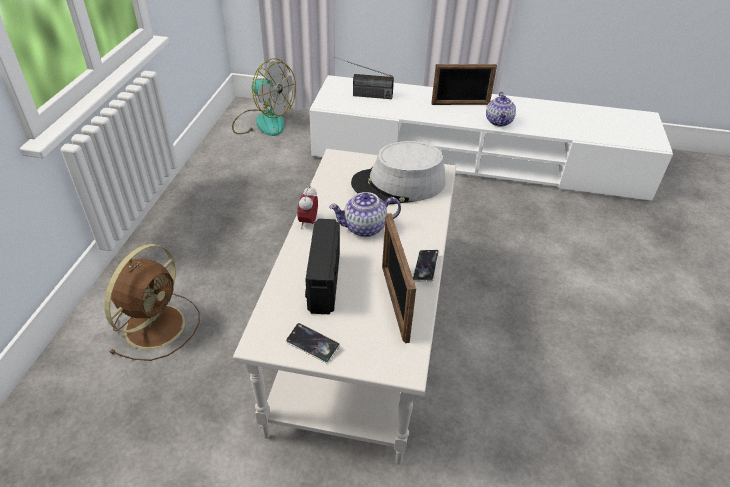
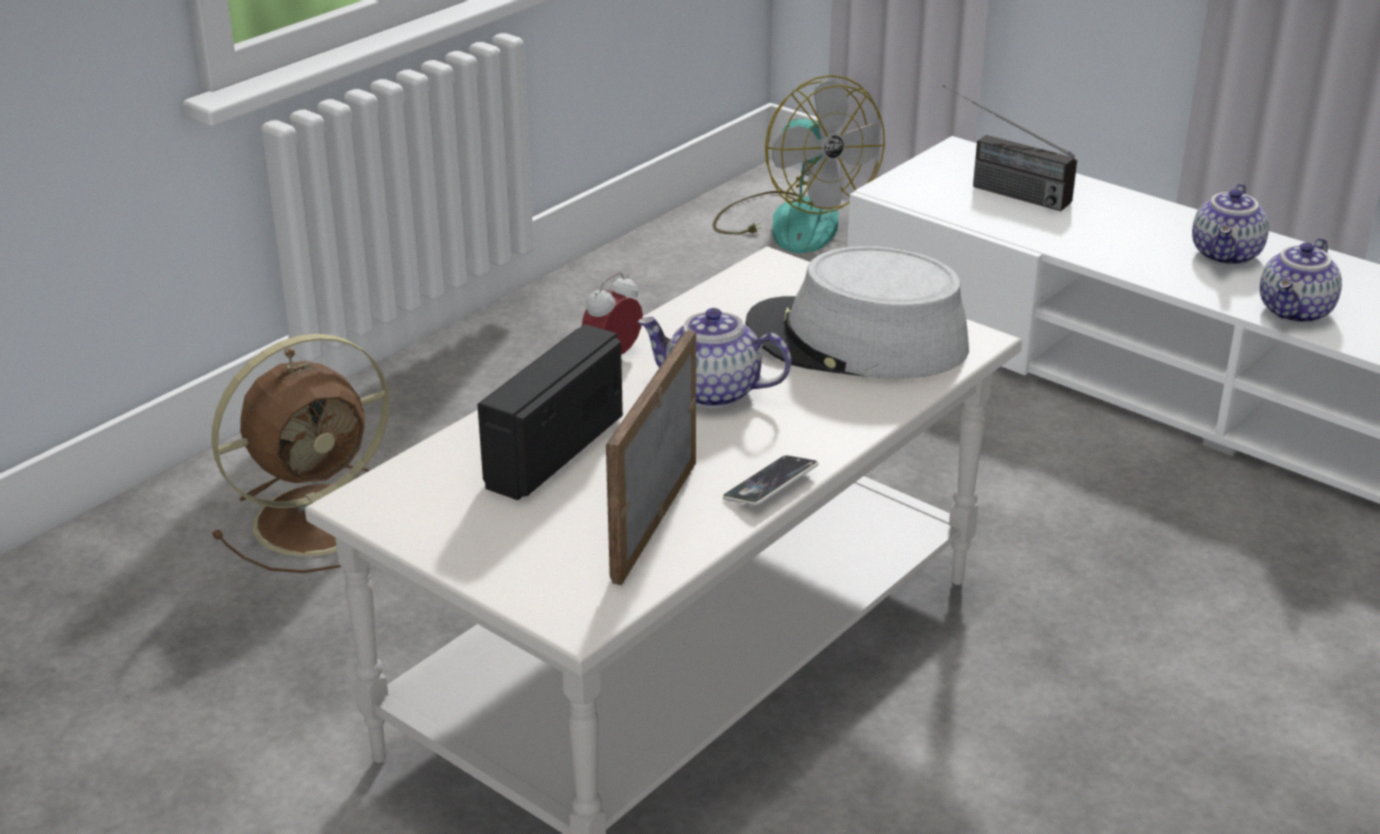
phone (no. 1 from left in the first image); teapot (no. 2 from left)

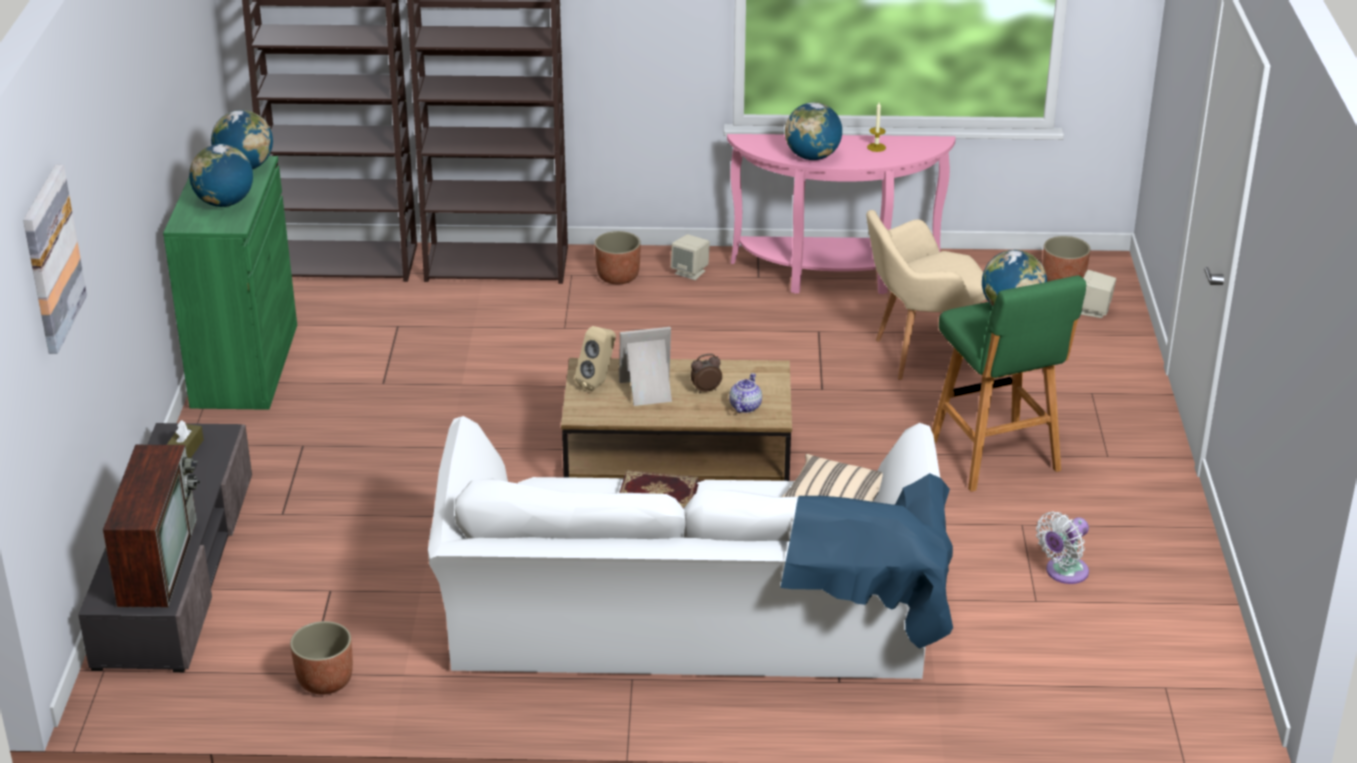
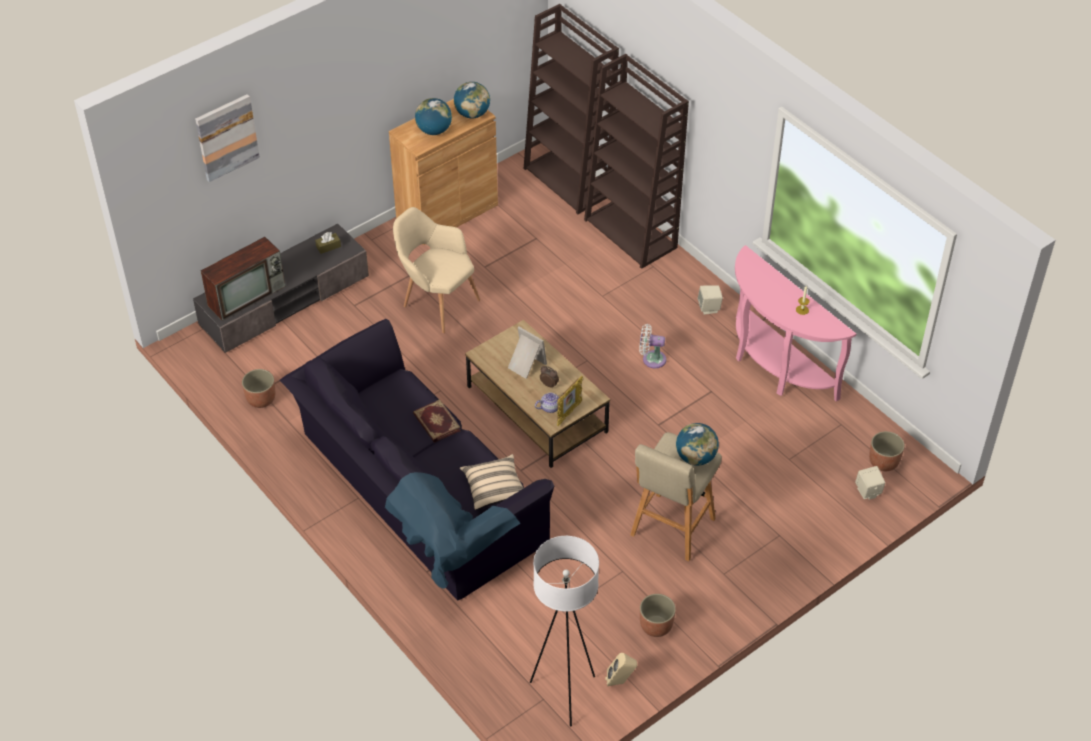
brown_cabinet; black_sofa; beige_speaker (no. 1 from left); planter (no. 2 from left); globe (no. 3 from left in the first image); beige_armchair; beige_stool; white_fan; white_floor_lamp; picture_frame (no. 2 from left)

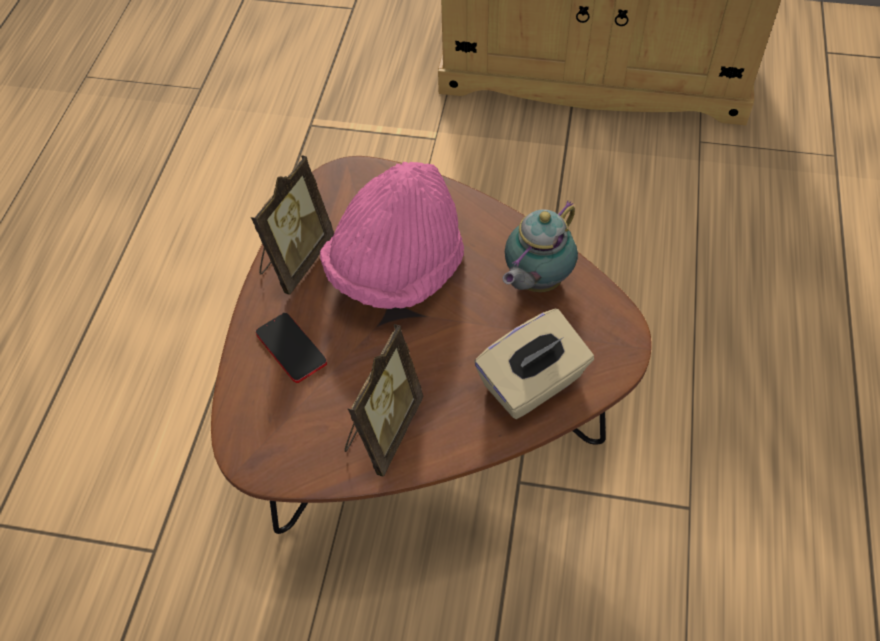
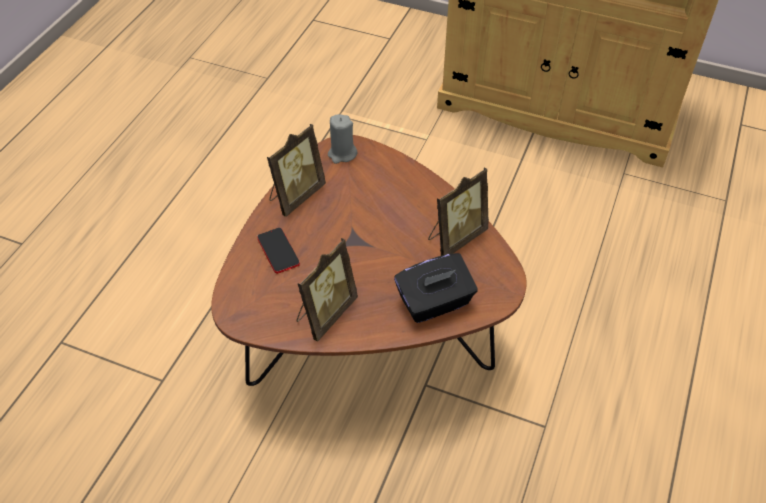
pink_hat; black_tissue_box; picture_frame (no. 3 from left); grey_candle

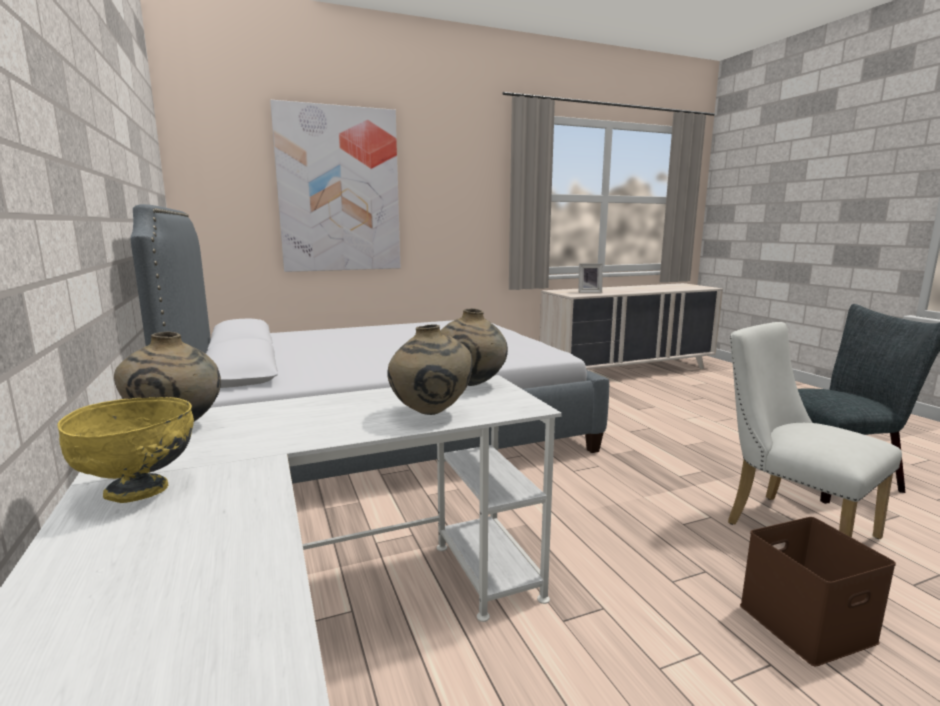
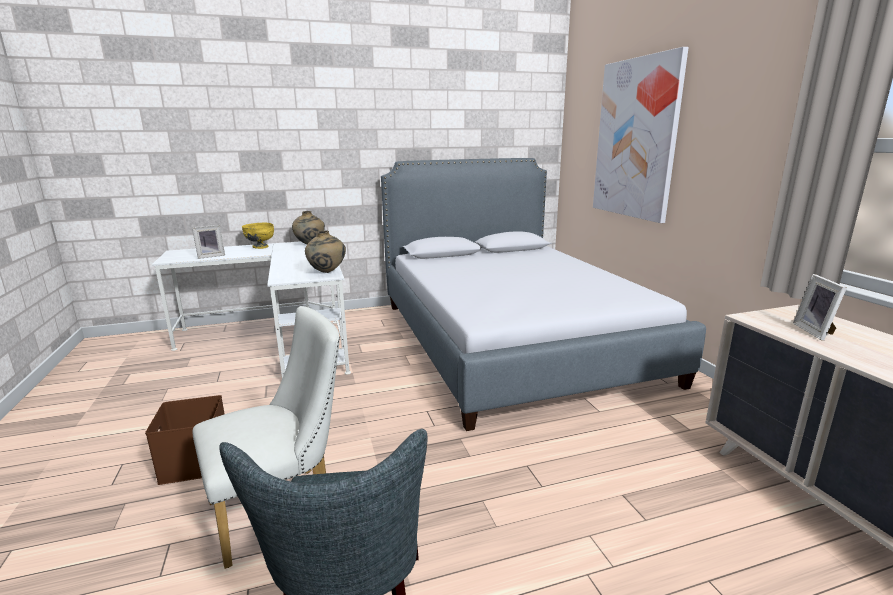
beige_vase (no. 2 from left in the first image); picture_frame (no. 1 from left)

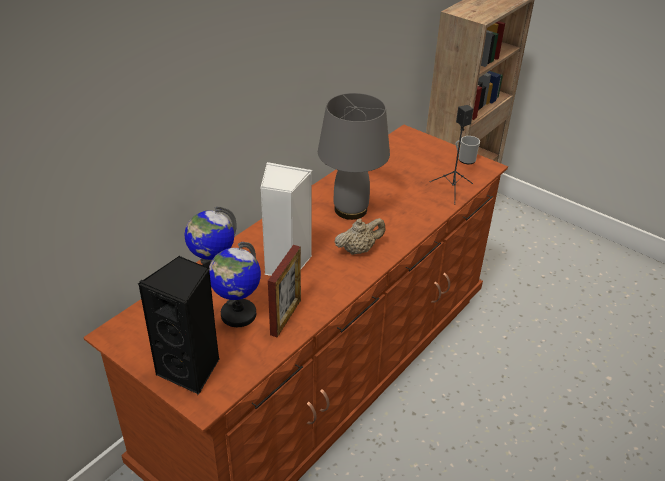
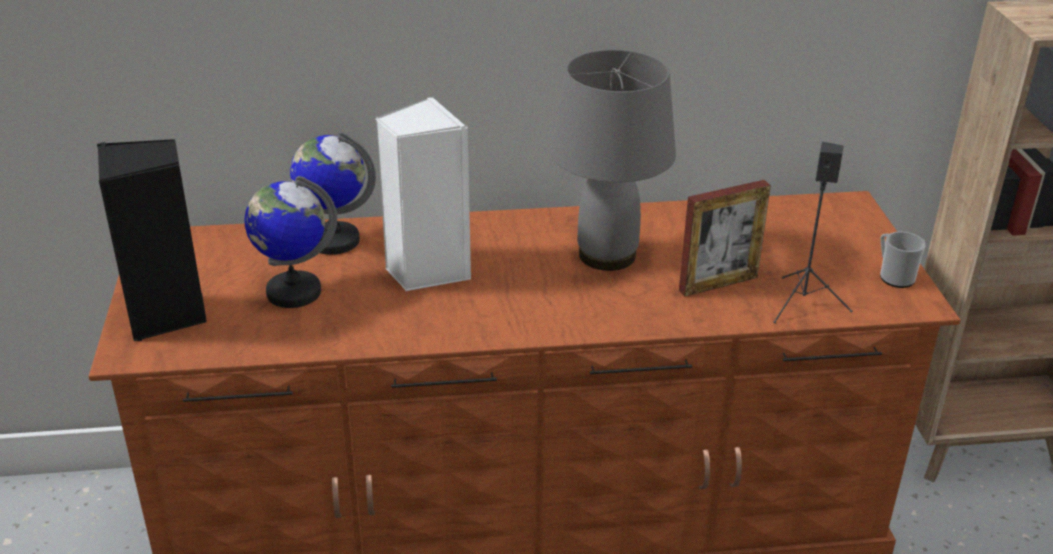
picture_frame; beige_teapot

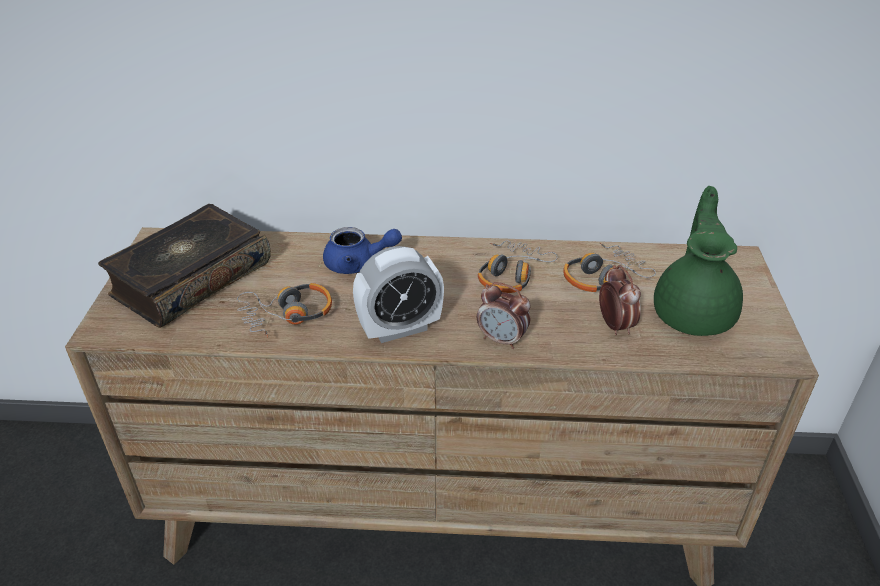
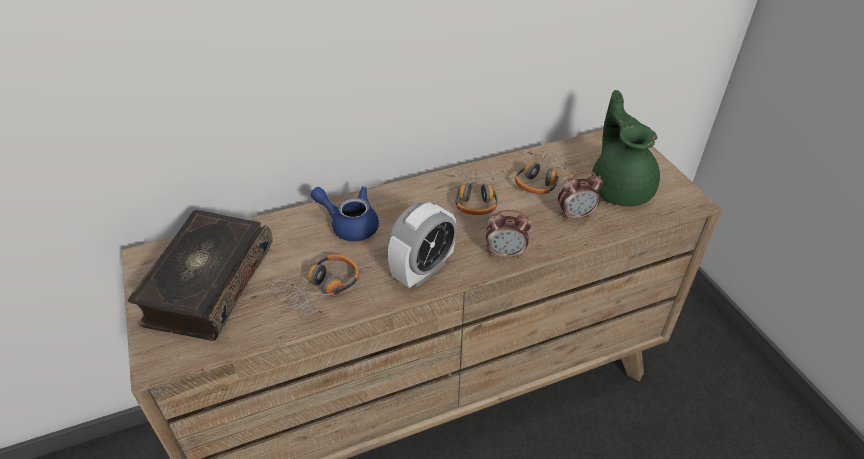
blue_teapot; alarm_clock (no. 3 from left)

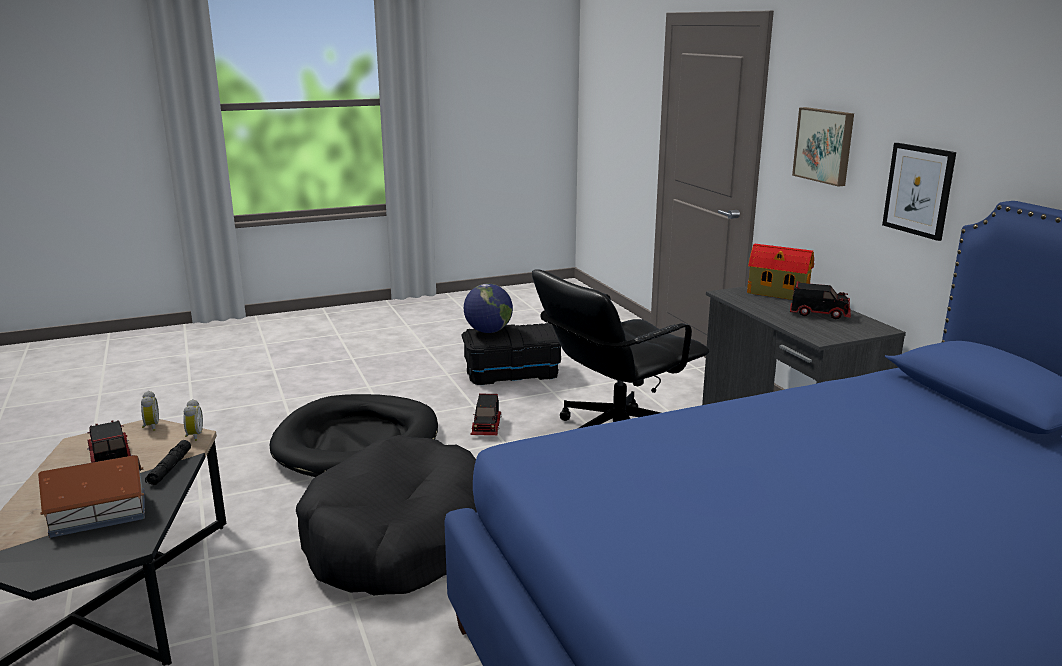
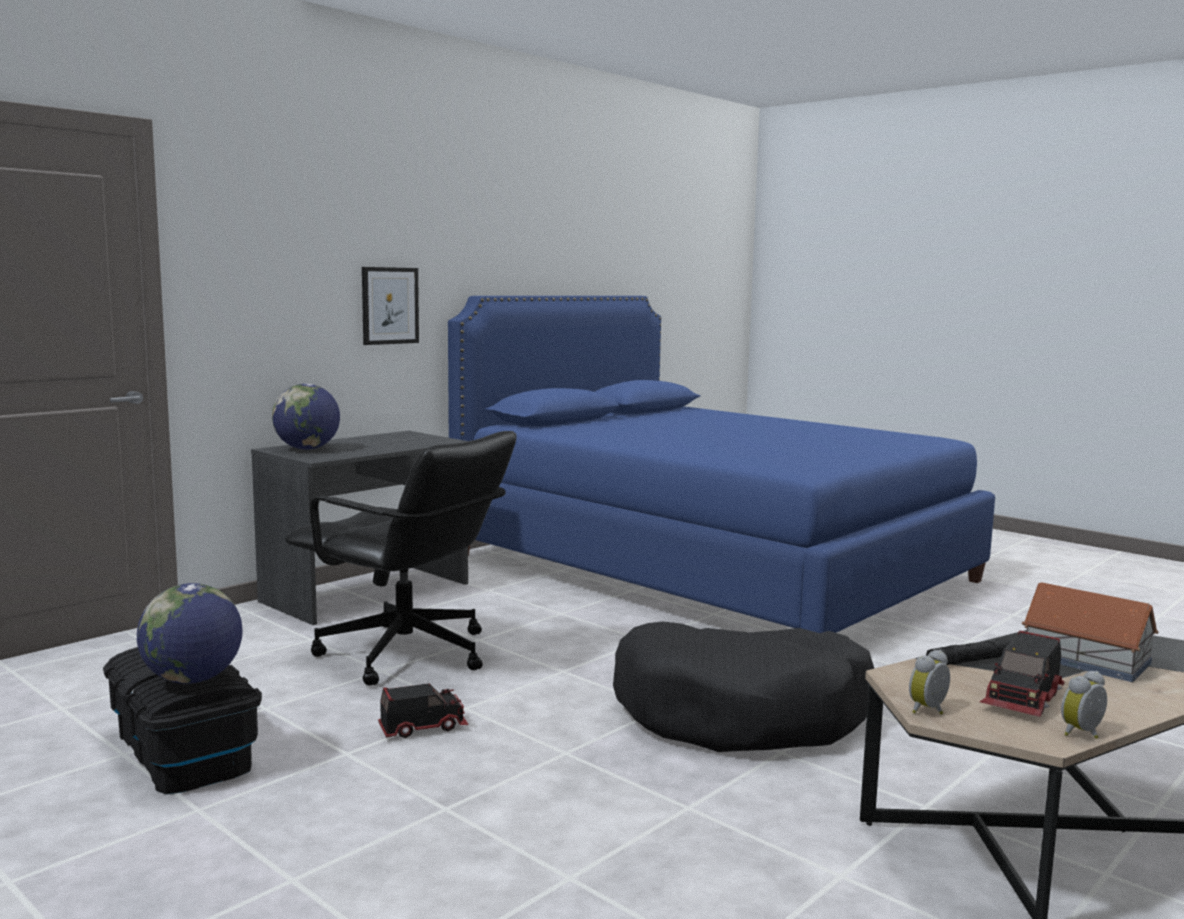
alarm_clock (no. 2 from left); black_dog_bed (no. 1 from left in the first image); globe (no. 2 from left); toy_truck (no. 3 from left in the first image); picture (no. 1 from left in the first image)

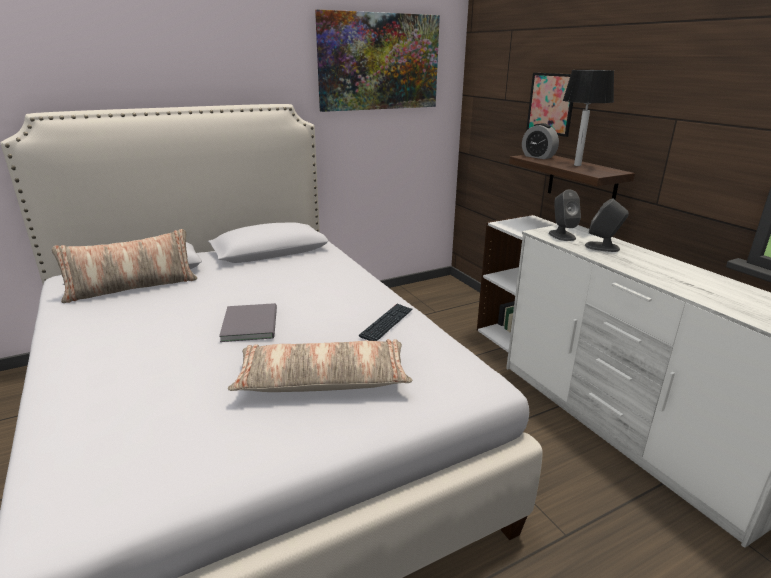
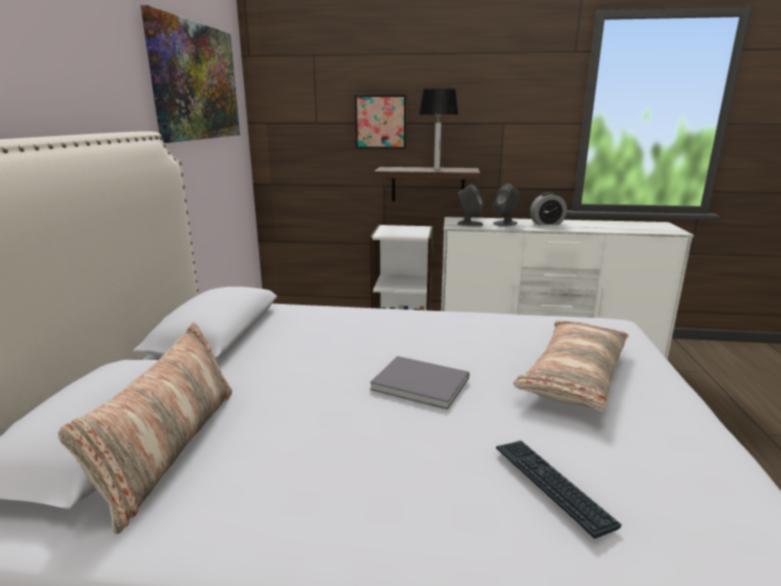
keyboard; alarm_clock

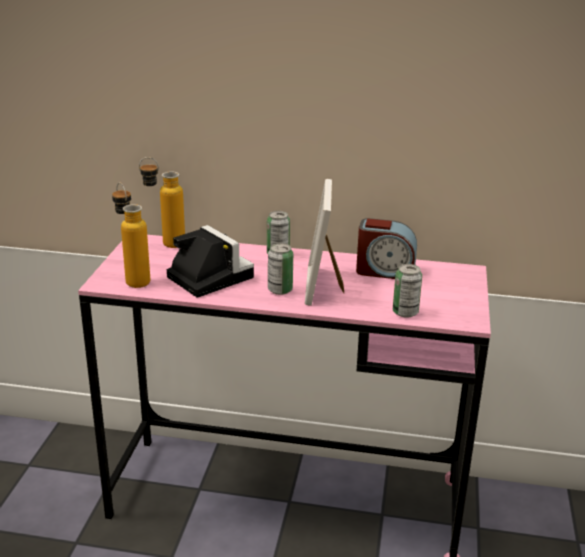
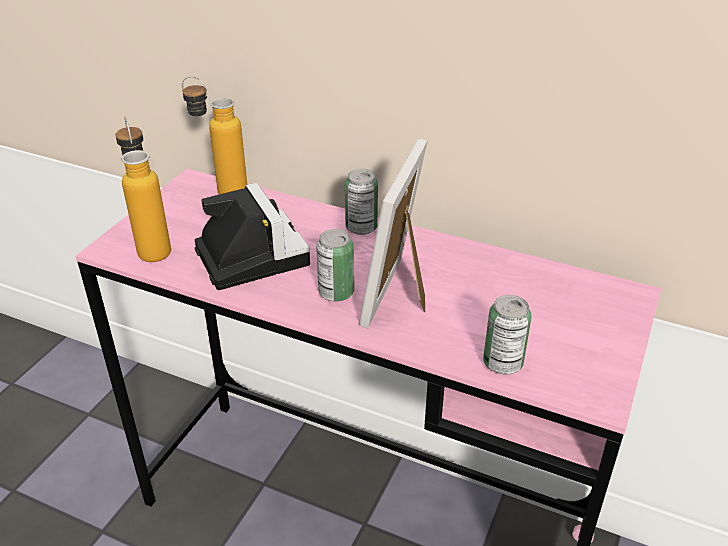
alarm_clock

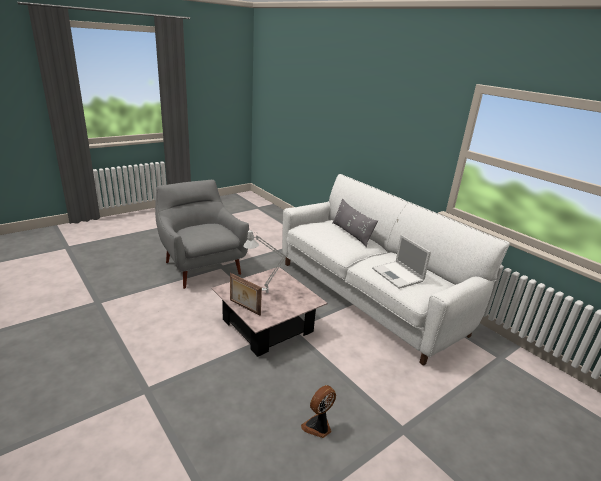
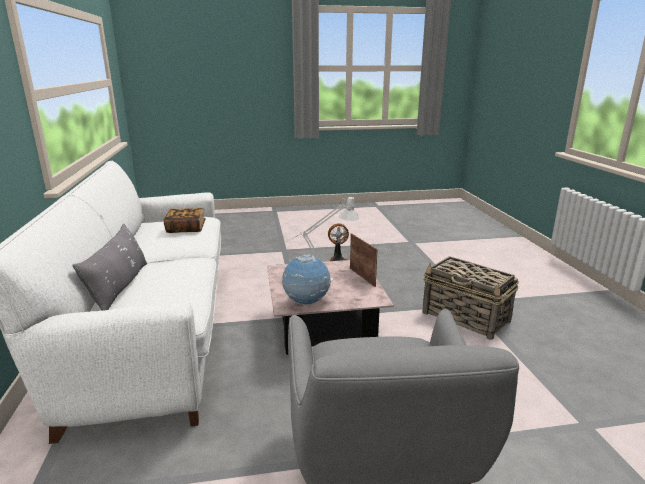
book; globe; basket

